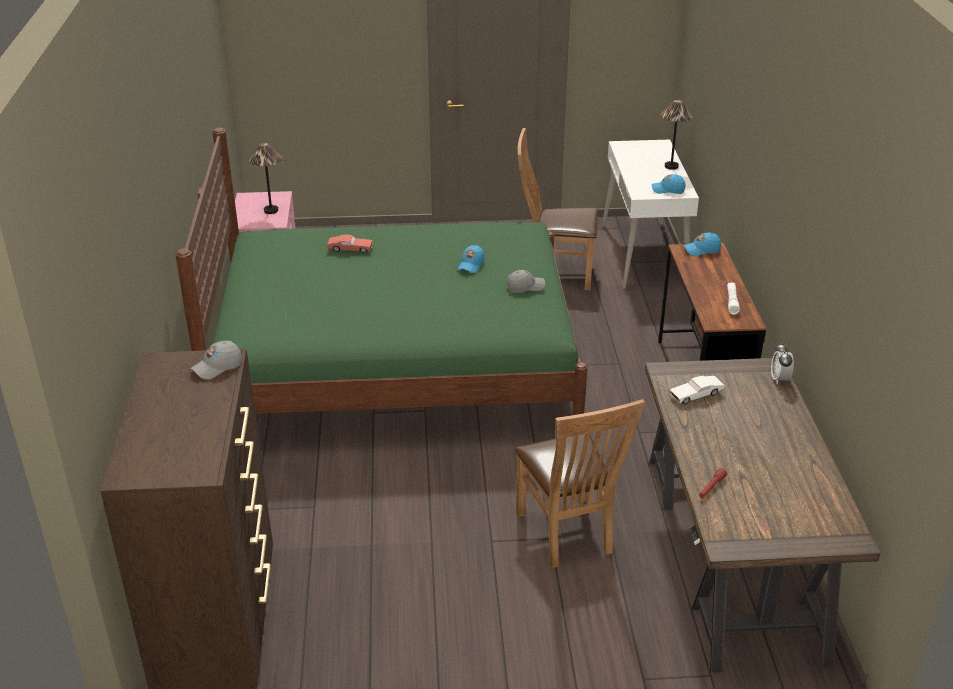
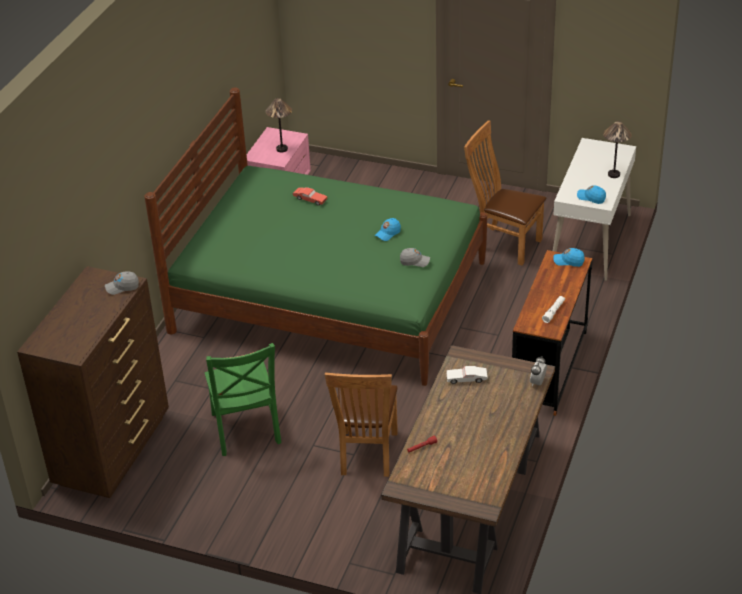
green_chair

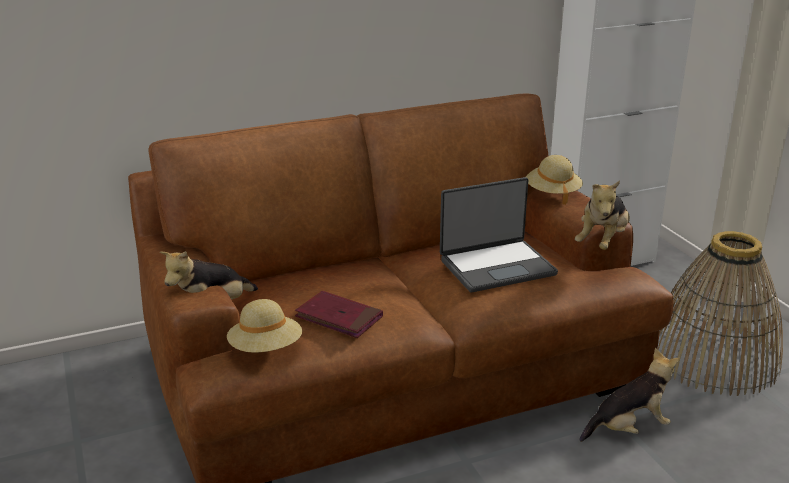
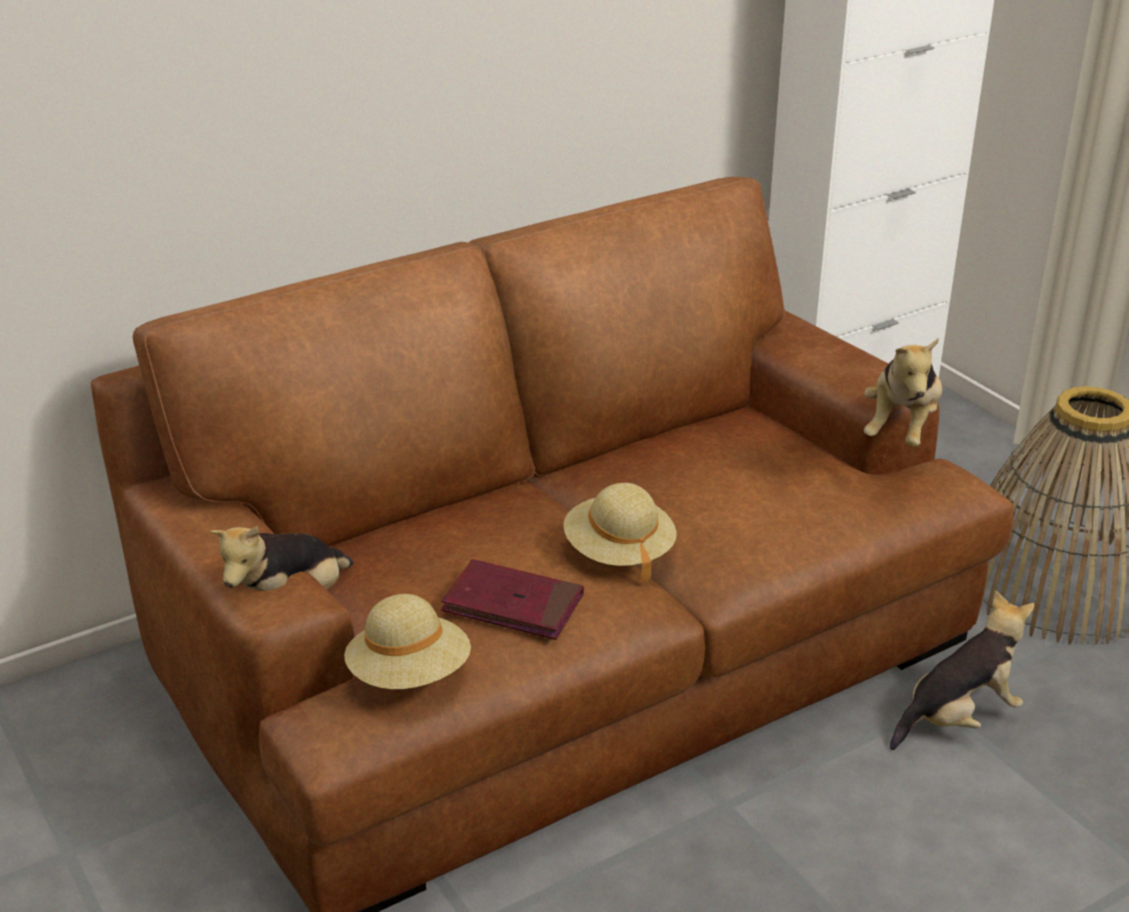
laptop; beige_hat (no. 2 from left)

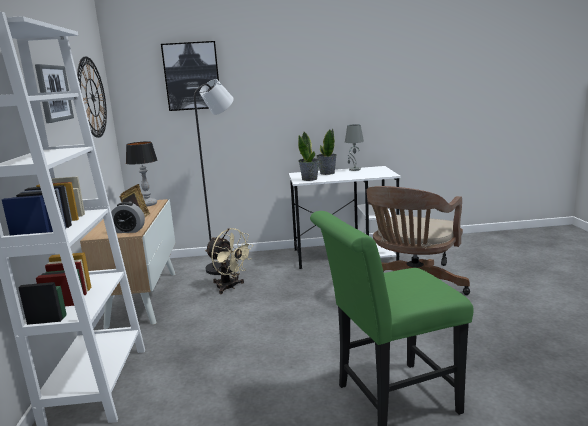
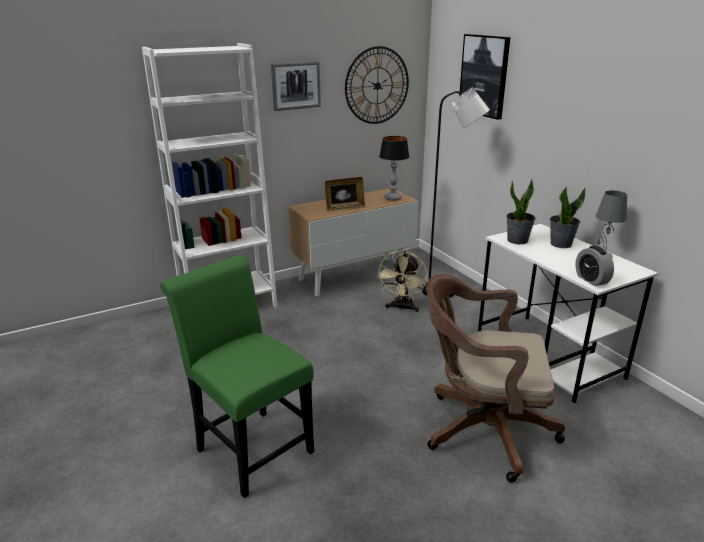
alarm_clock

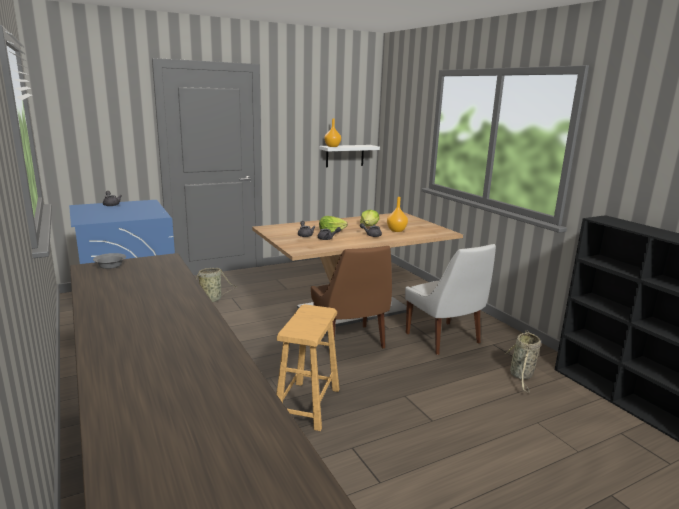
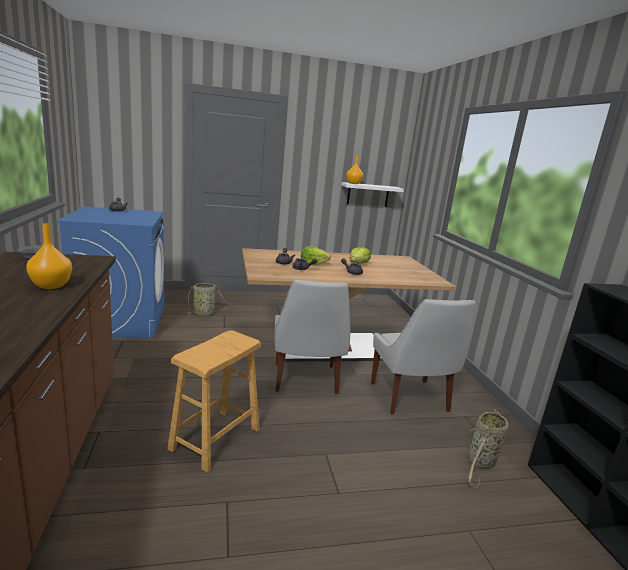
white_chair (no. 1 from left); orange_vase (no. 1 from left)

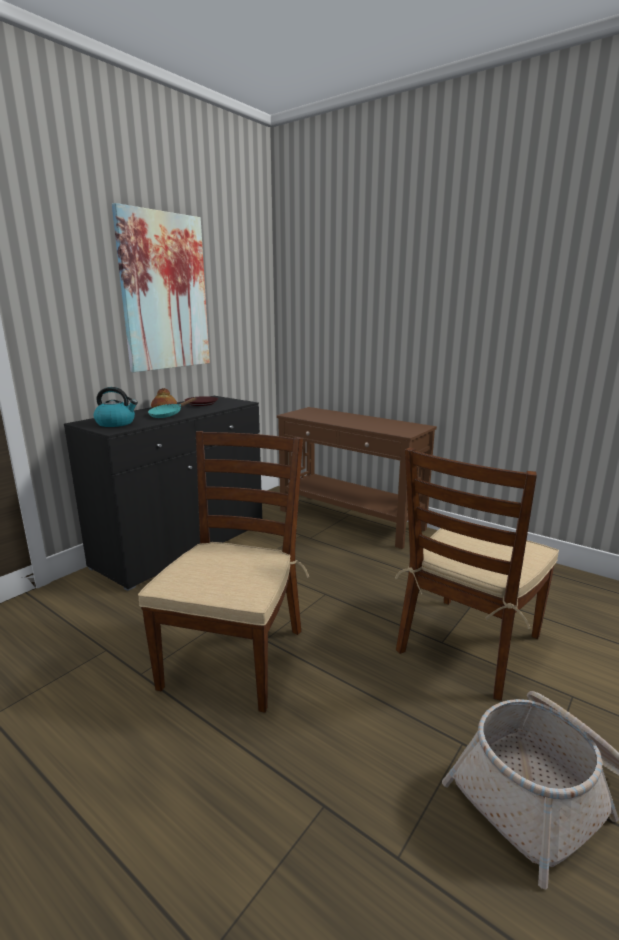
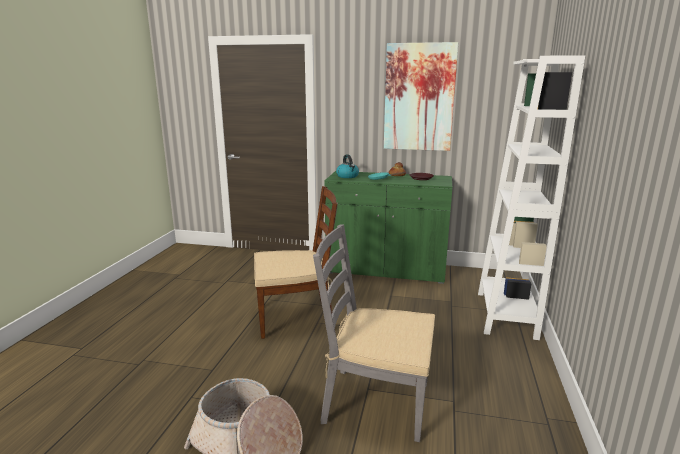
green_cabinet; white_bookcase; grey_chair

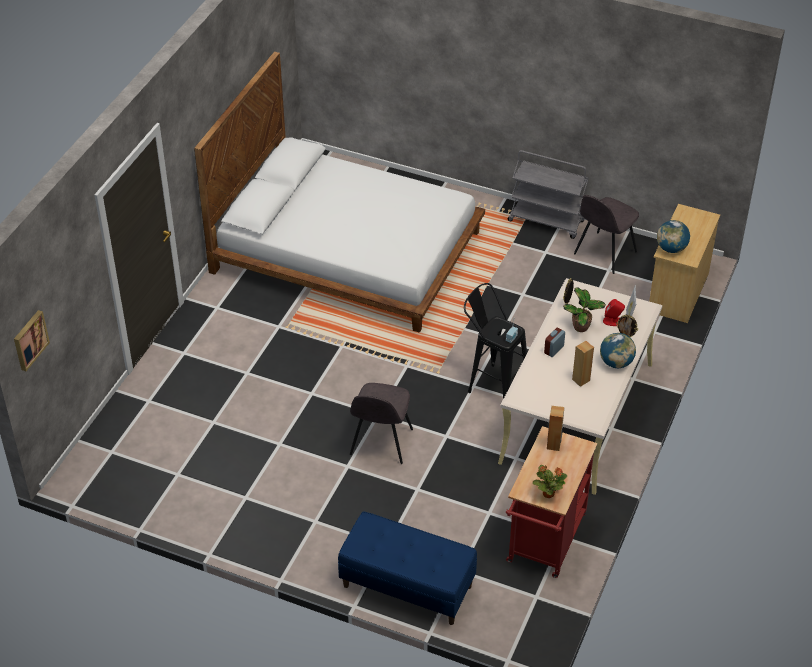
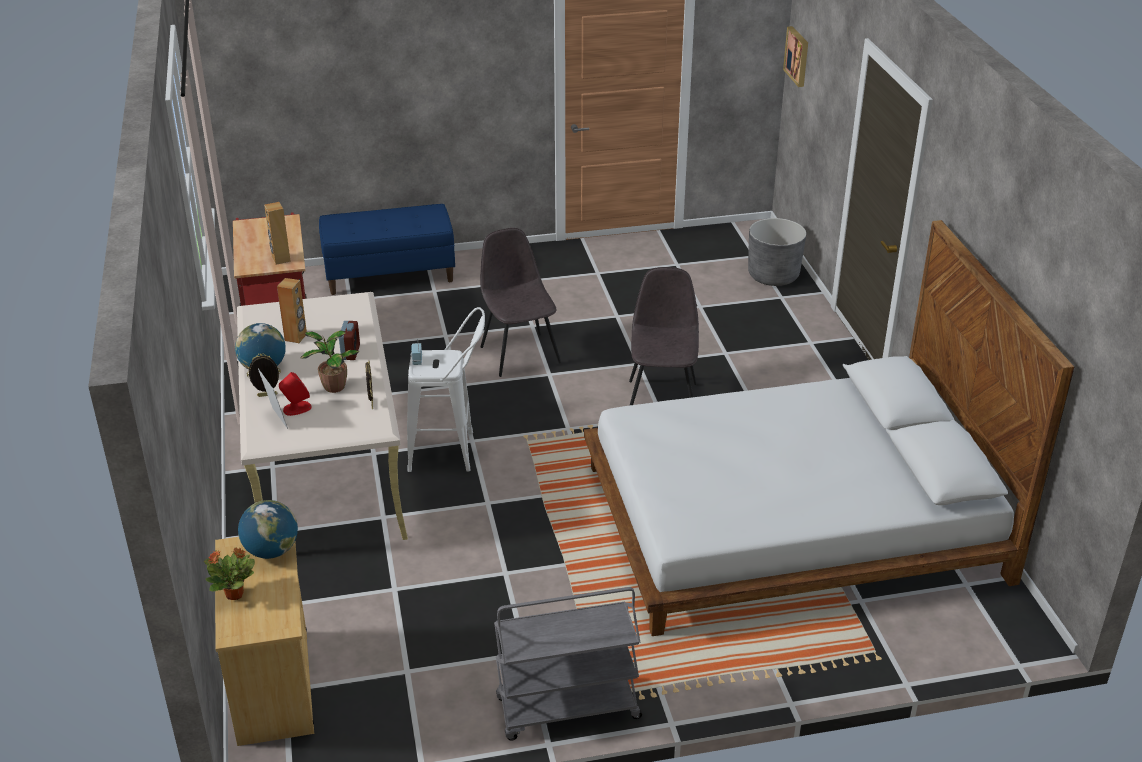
white_stool; potted_plant (no. 1 from left); grey_chair (no. 2 from left); grey_planter

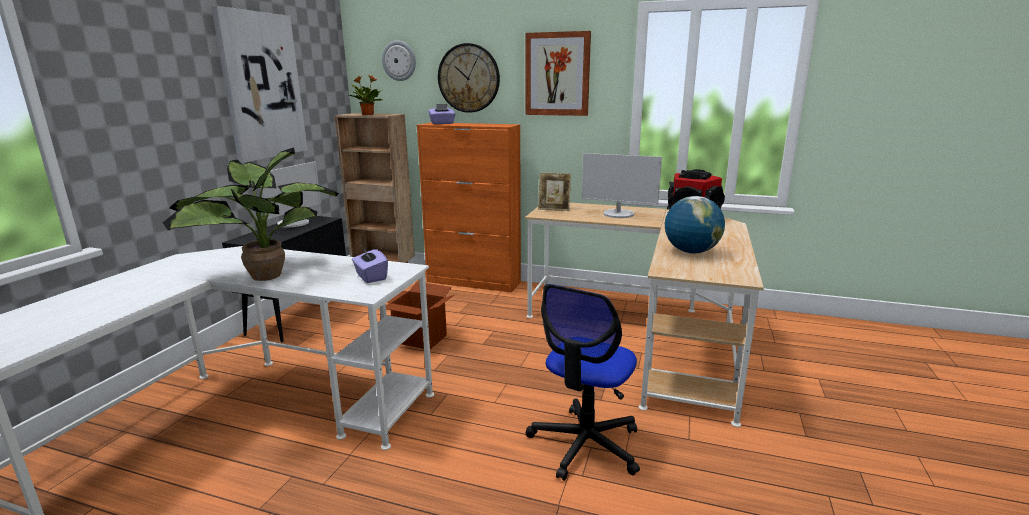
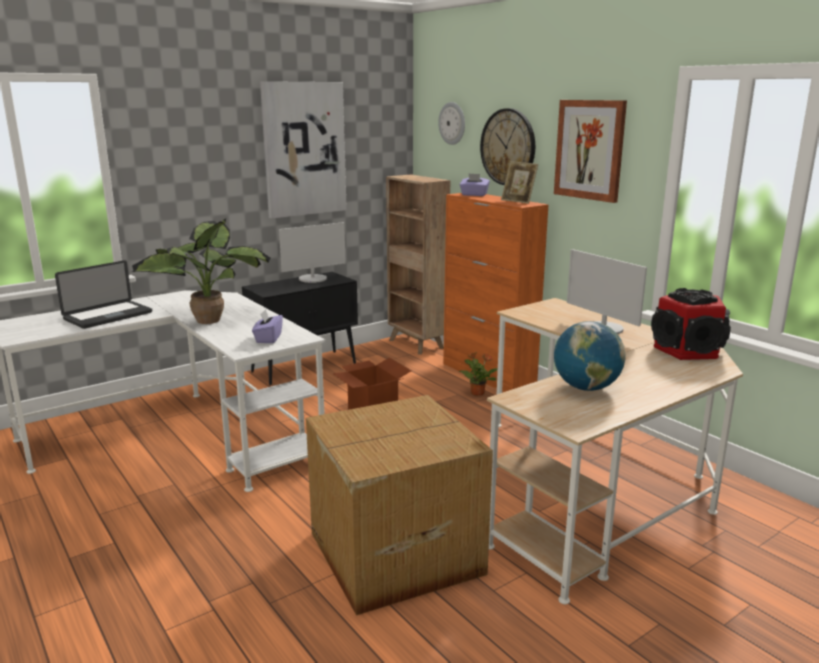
potted_plant (no. 2 from left); cardboard_box (no. 2 from left); picture_frame; laptop

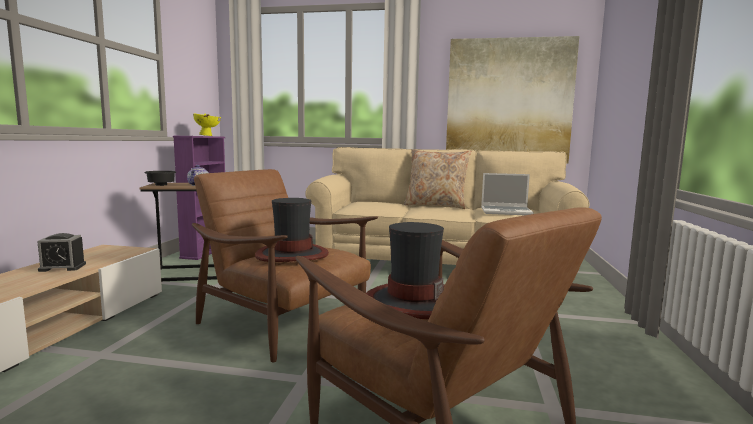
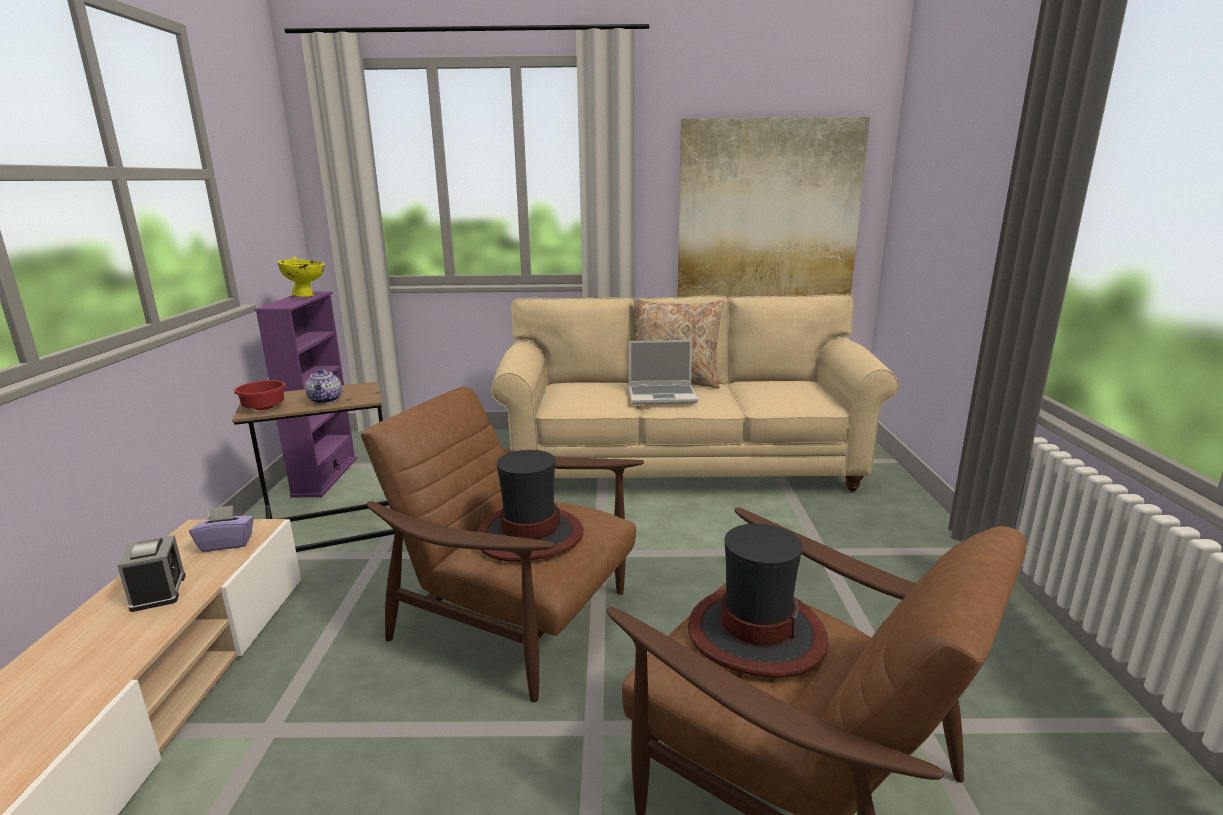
alarm_clock; red_bowl; laptop; purple_tissue_box

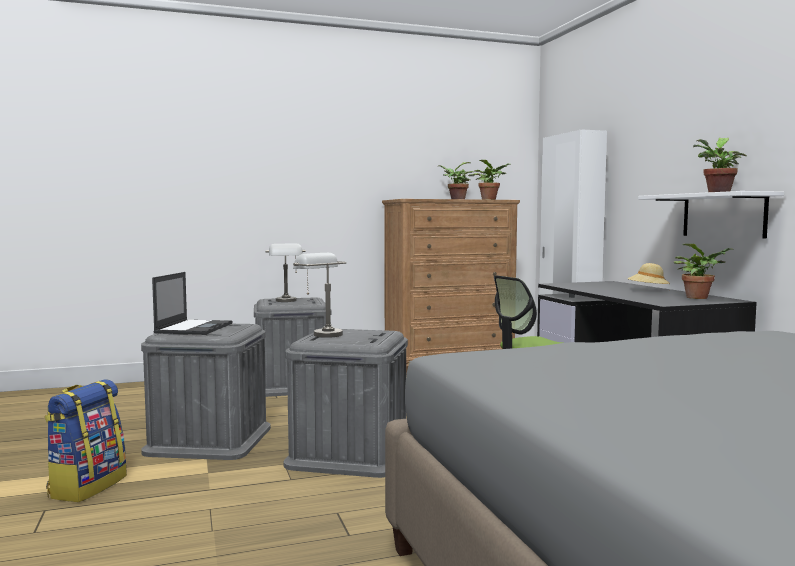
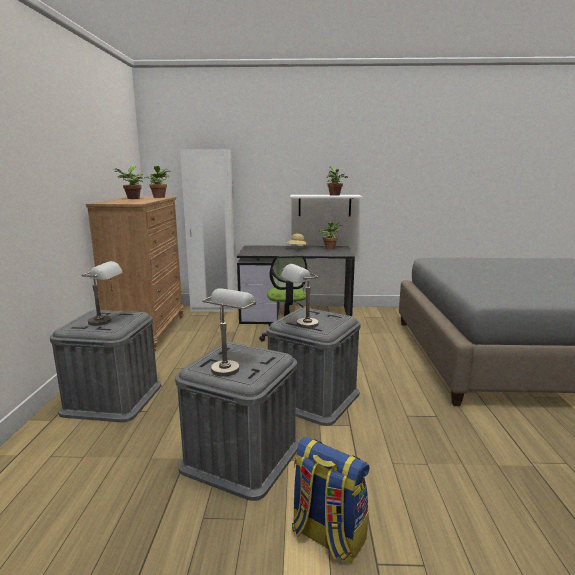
grey_table_lamp (no. 2 from left)

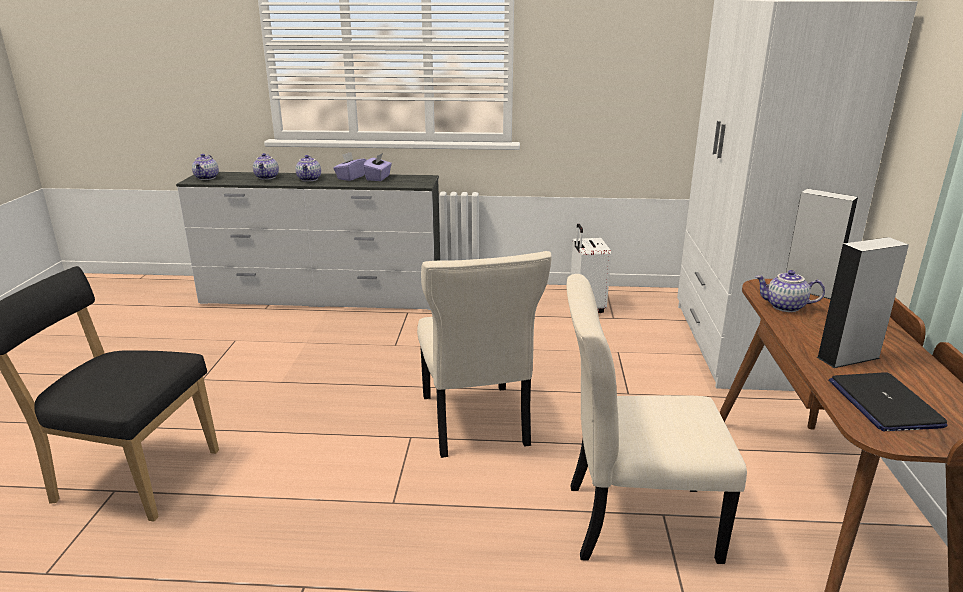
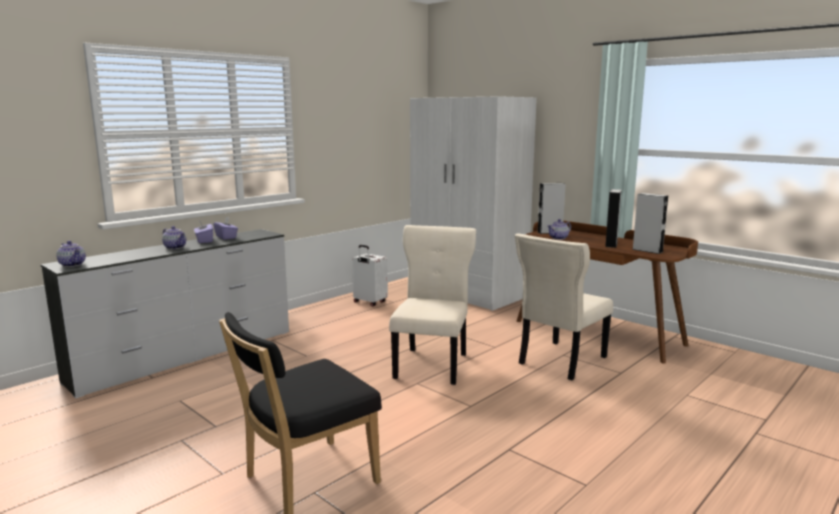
teapot (no. 2 from left in the first image); beige_chair (no. 1 from left); grey_speaker (no. 3 from left)

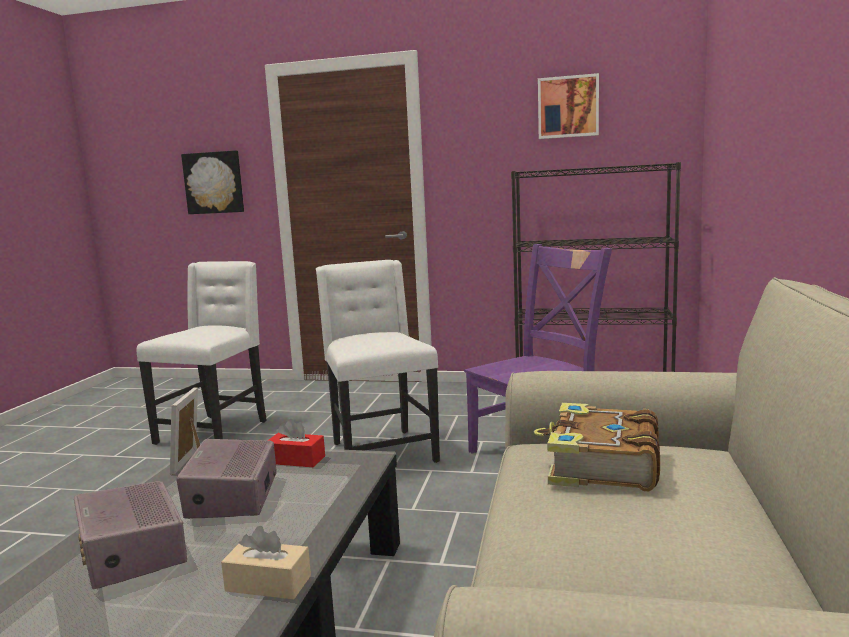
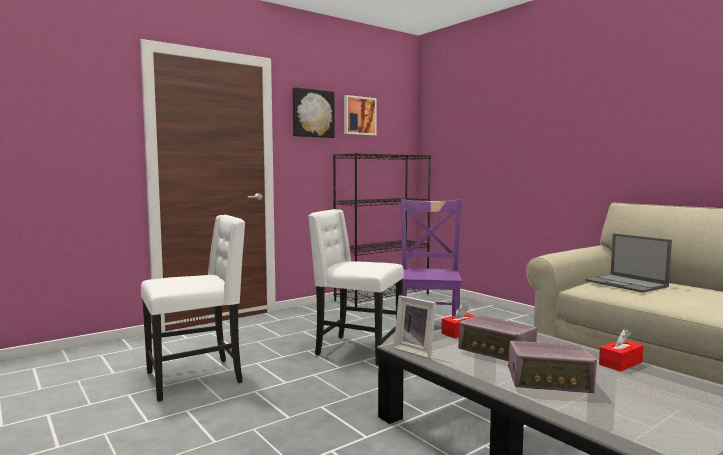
white_chair (no. 1 from left); picture (no. 1 from left); red_tissue_box (no. 2 from left); laptop

